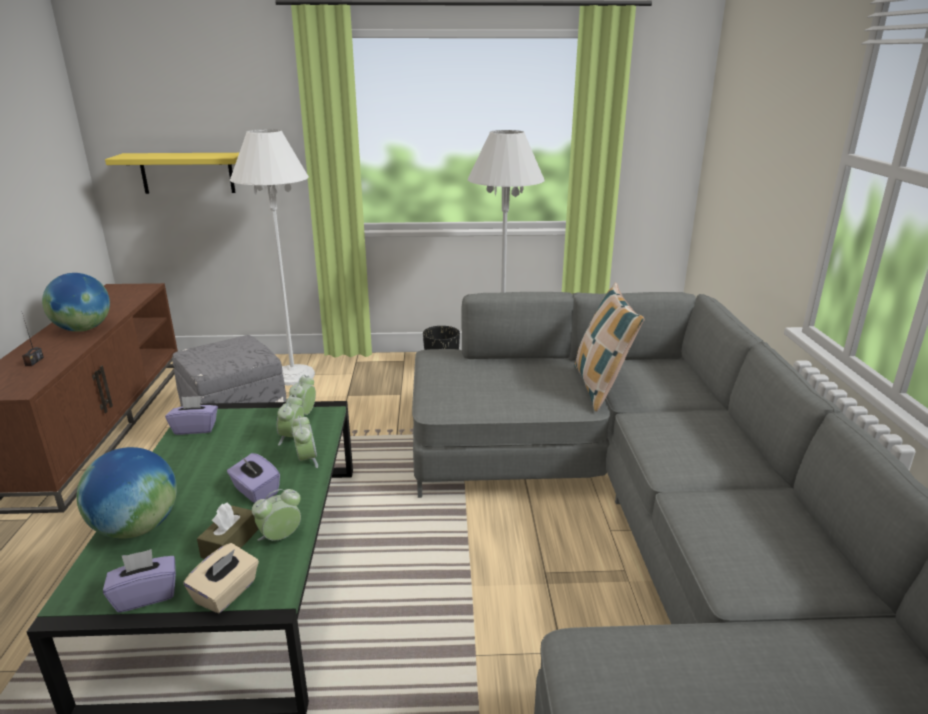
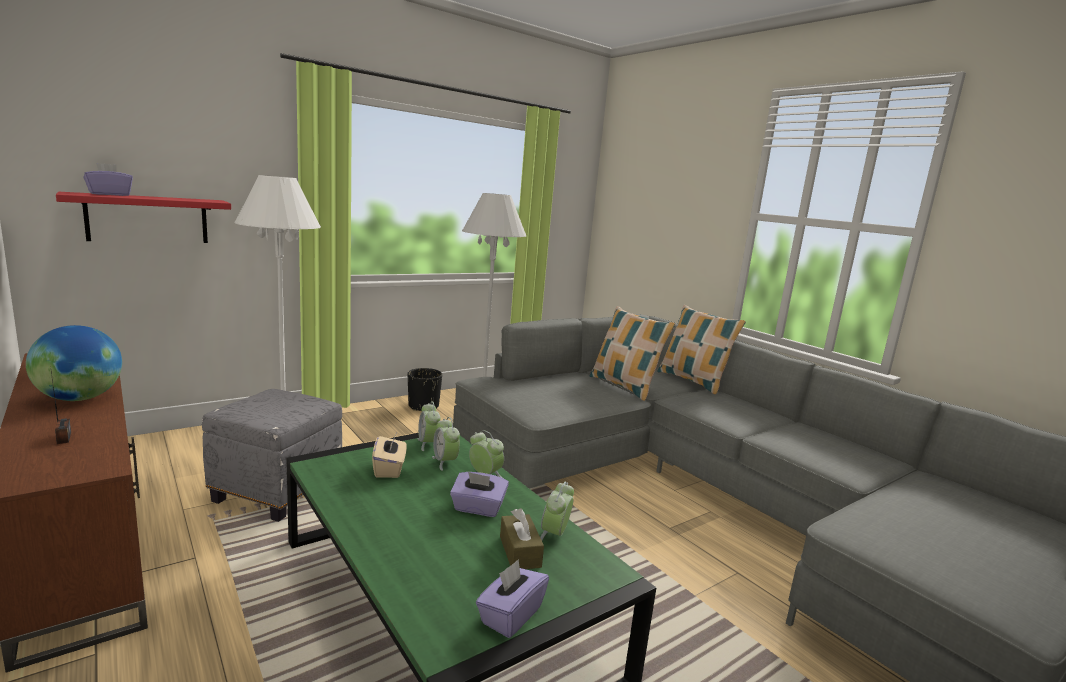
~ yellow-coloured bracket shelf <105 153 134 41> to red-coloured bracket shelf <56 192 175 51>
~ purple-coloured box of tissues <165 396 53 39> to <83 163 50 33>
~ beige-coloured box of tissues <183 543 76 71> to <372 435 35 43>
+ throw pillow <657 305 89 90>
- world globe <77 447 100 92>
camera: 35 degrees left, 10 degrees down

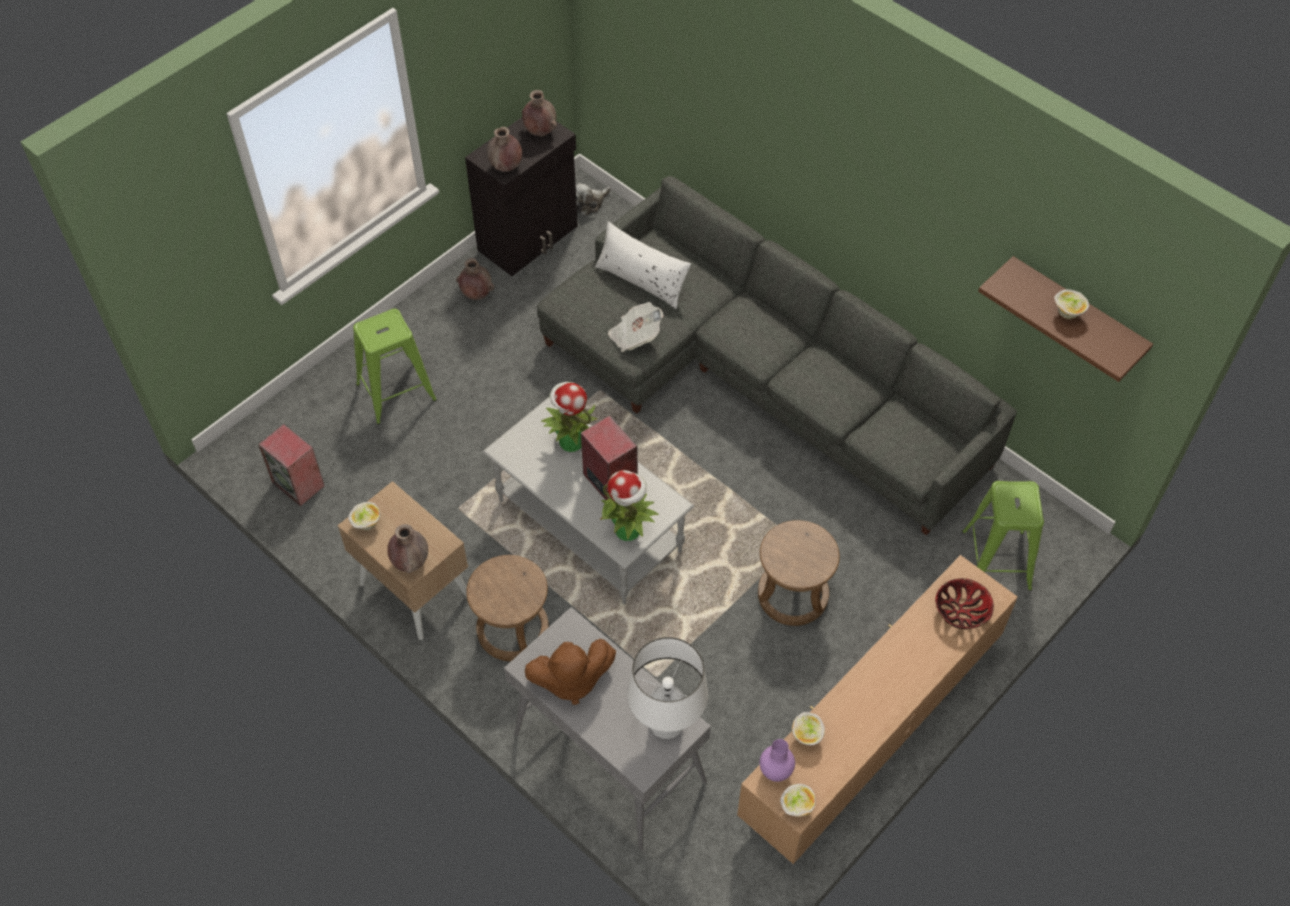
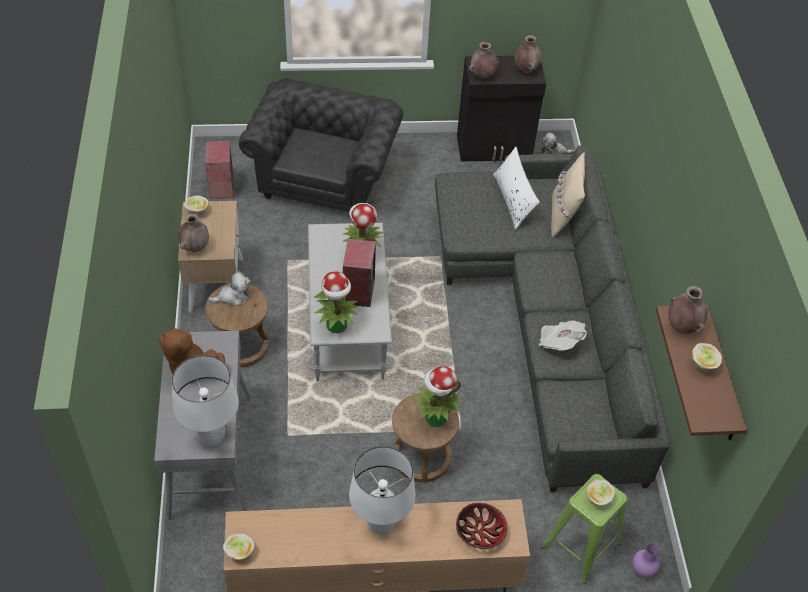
+ soft toy <208 272 42 34>
~ green-coloured sitting stool <353 309 84 116> to greyish lounge chair <239 78 165 134>
+ whitish table lamp <349 446 67 89>
+ houseplant <414 366 47 61>
~ newspaper <608 302 56 50> to <539 320 48 31>
+ beige-coloured throw pillow <551 152 34 86>
~ serving bowl <792 712 33 33> to <587 480 28 26>
~ purple-coloured decorative vase <760 739 35 43> to <632 543 28 35>
~ brownish decorative vase <456 258 38 42> to <668 286 40 48>
camera: 40 degrees right, 5 degrees down

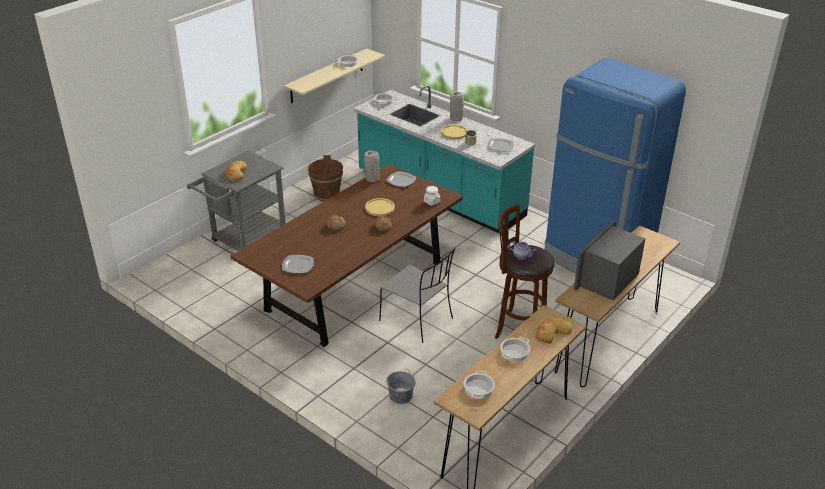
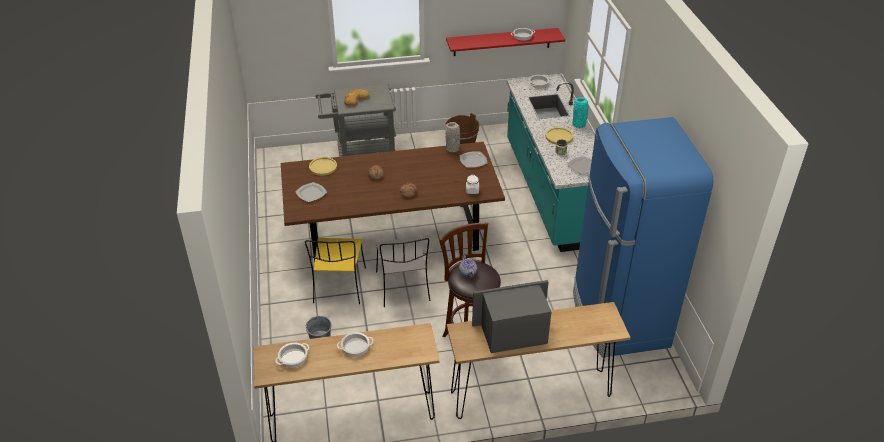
+ yellow-coloured upright chair <305 238 61 66>
~ yellow-coloured flat dish <365 198 30 18> to <309 157 28 19>
~ beige-coloured bracket shelf <284 49 101 54> to red-coloured bracket shelf <446 28 119 28>
~ greyish decorative vase <450 92 14 29> to blue-green decorative vase <573 97 15 31>
- bakery bread <535 318 38 26>
camera: 40 degrees right, 5 degrees up

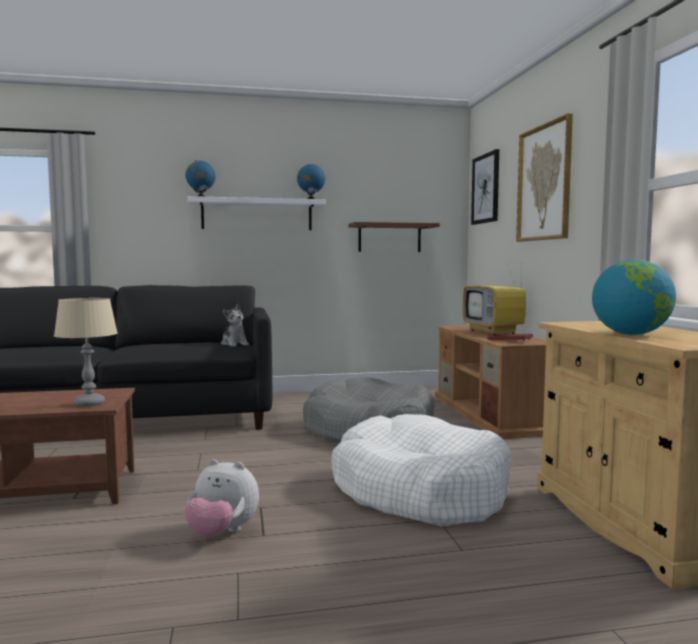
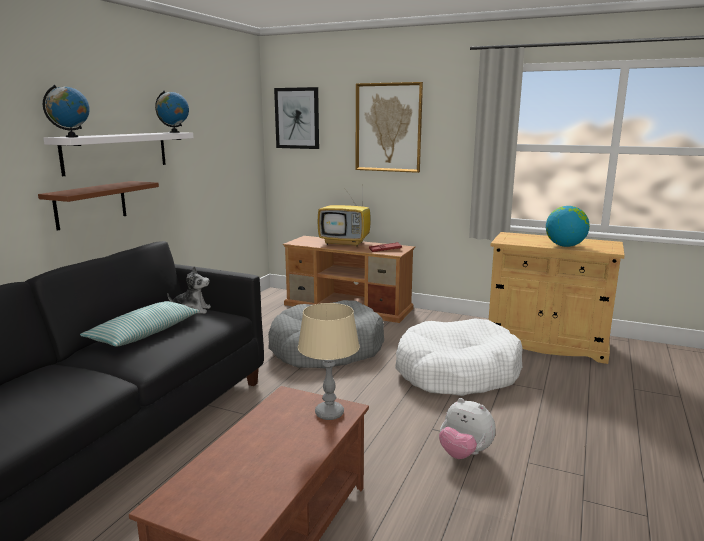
~ brownish bracket shelf <348 222 92 30> to <38 181 121 50>
+ throw pillow <80 301 120 46>
~ soft toy <185 459 74 79> = <439 398 57 61> 75 degrees clockwise
camera: 55 degrees left, 10 degrees up

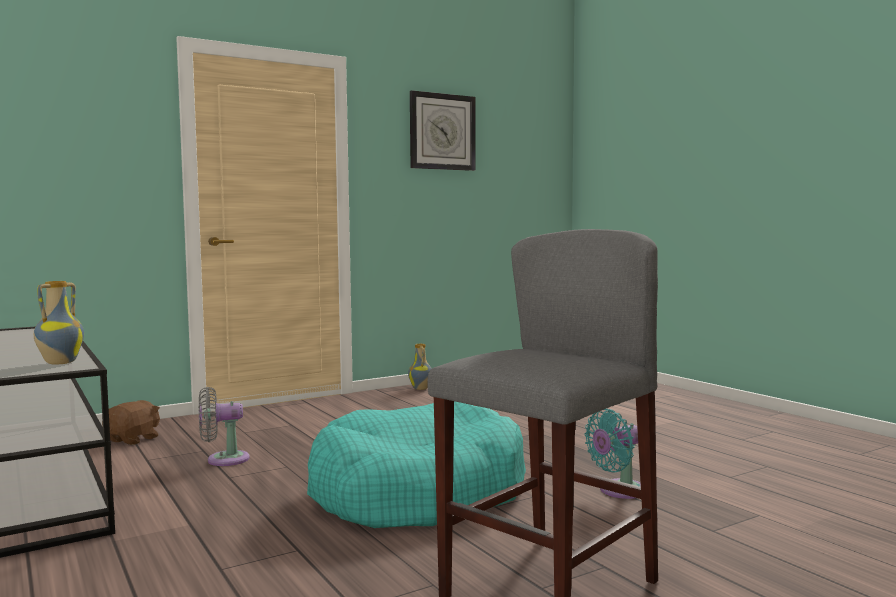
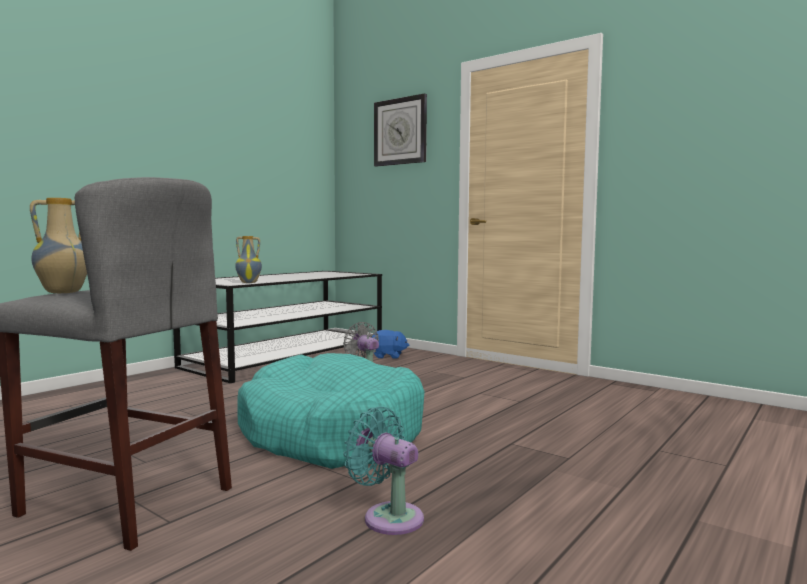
~ decorative vase <408 344 24 46> to <30 198 57 95>
~ brownish soft toy <102 400 58 45> to blue-coloured soft toy <372 330 37 29>
~ wall clock <410 90 66 81> to <374 93 53 74>
camera: 70 degrees right, 0 degrees up

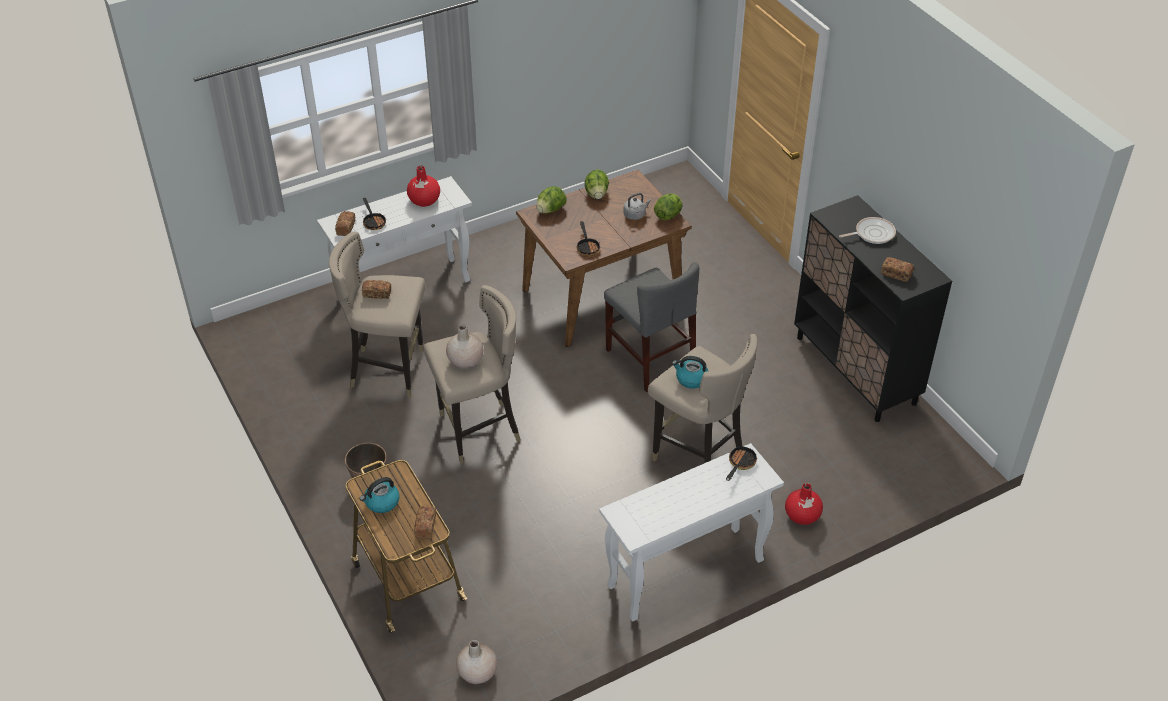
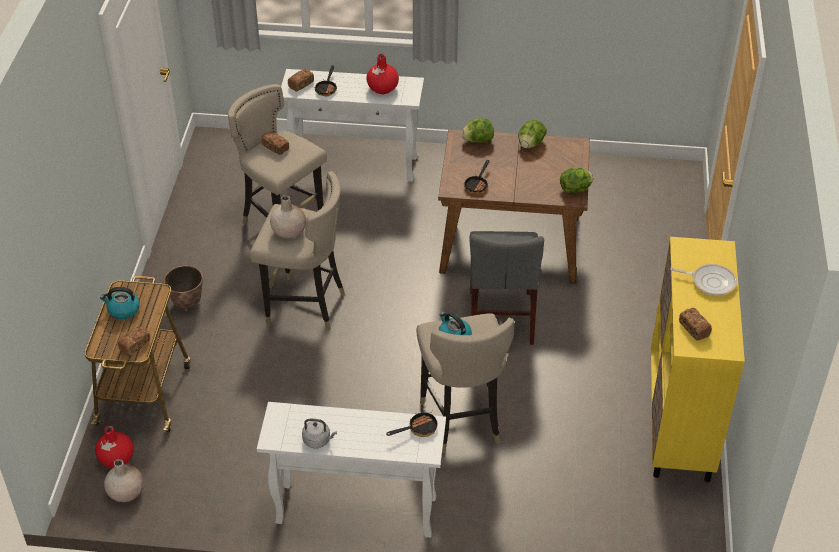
~ red-coloured decorative vase <785 483 38 42> to <95 426 39 42>
~ greyish water kettle <623 193 28 27> to <302 419 35 30>
~ blackish storage cabinet <794 195 158 227> to yellow-coloured storage cabinet <651 237 94 245>
camera: 35 degrees right, 0 degrees up

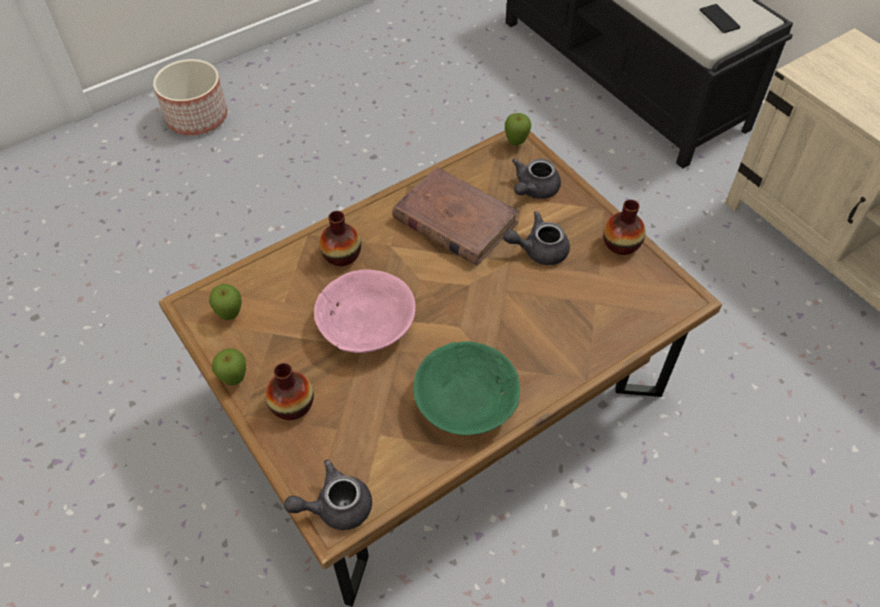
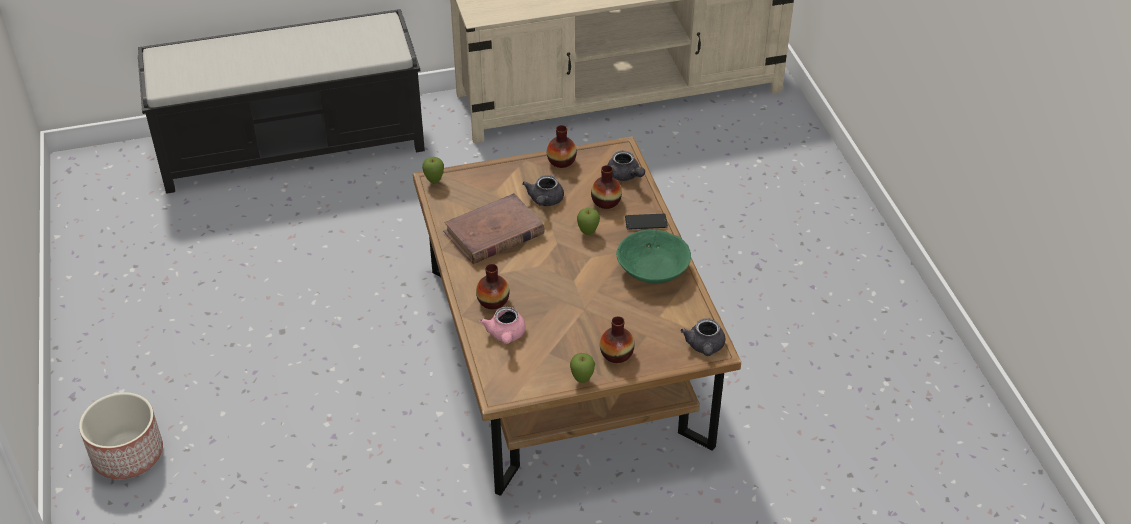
+ pink tea pot <480 307 46 37>
~ apple <209 284 33 36> to <577 208 23 27>
+ decorative vase <591 165 31 44>
~ greyish tea pot <512 158 49 41> to <607 151 38 30>
~ phone <700 4 40 29> to <625 214 43 16>
- pink serving bowl <314 269 101 84>
camera: 70 degrees left, 10 degrees down

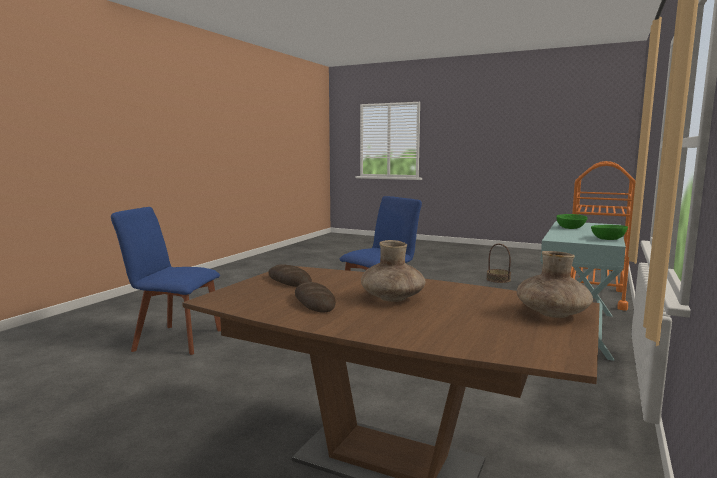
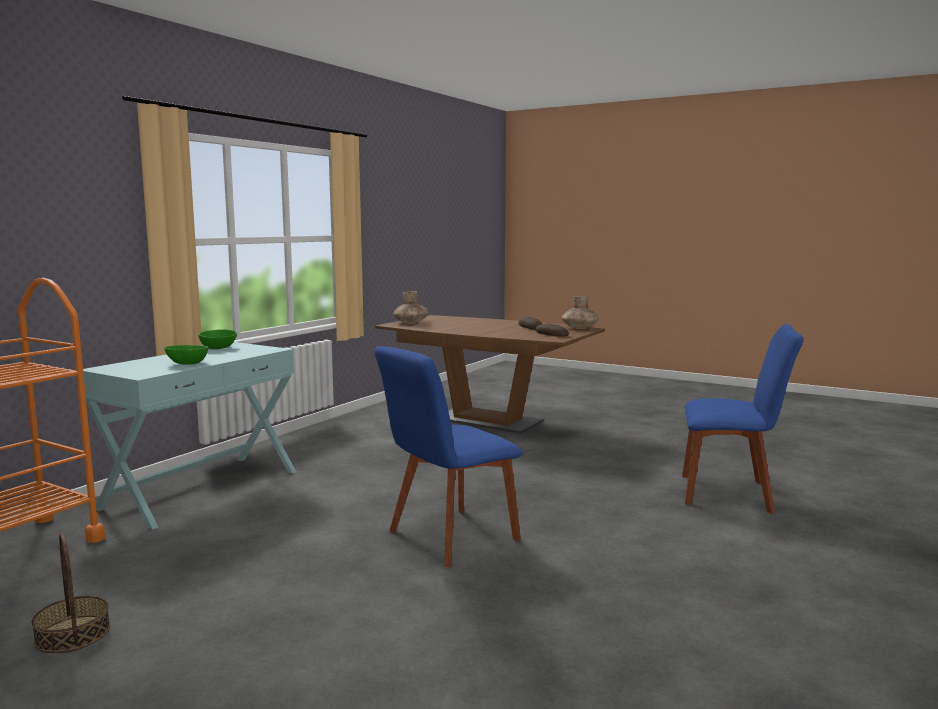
~ brownish decorative vase <361 240 64 62> to <562 296 37 33>
camera: 175 degrees left, 0 degrees up

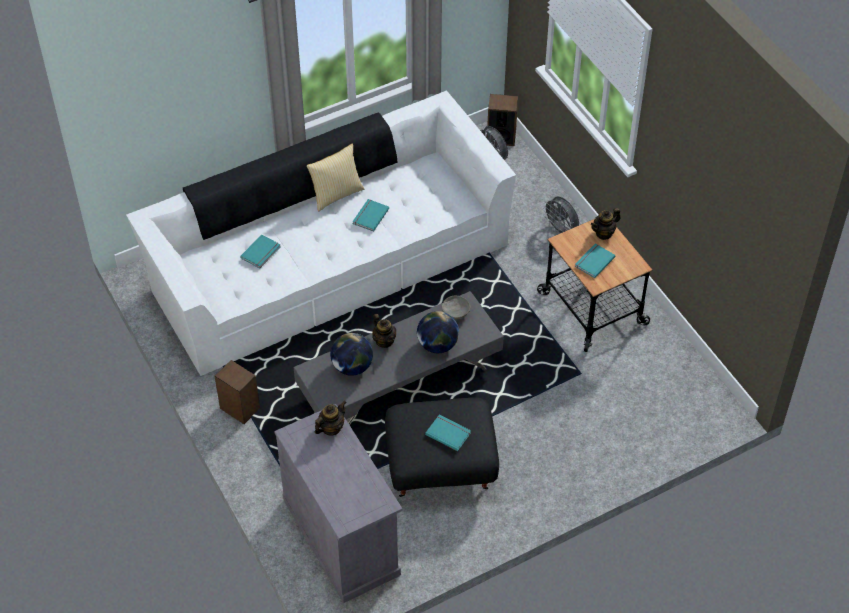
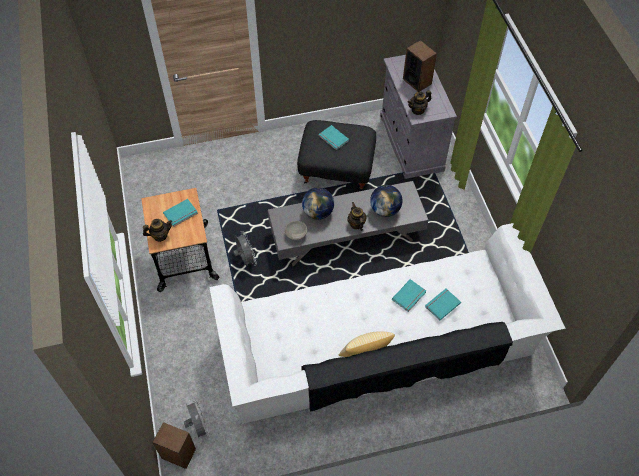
~ greyish cooling fan <542 196 37 38> to <233 231 24 35>
~ blue-green volume <352 199 37 33> to <392 279 34 33>
~ loudspeaker <215 360 45 64> to <403 40 34 52>
camera: 165 degrees left, 5 degrees up

